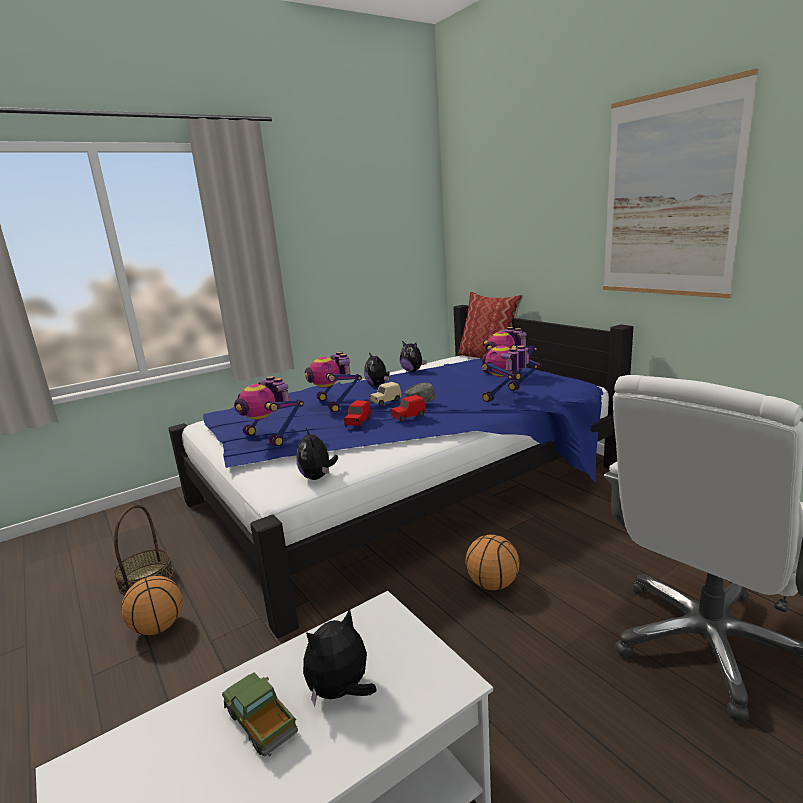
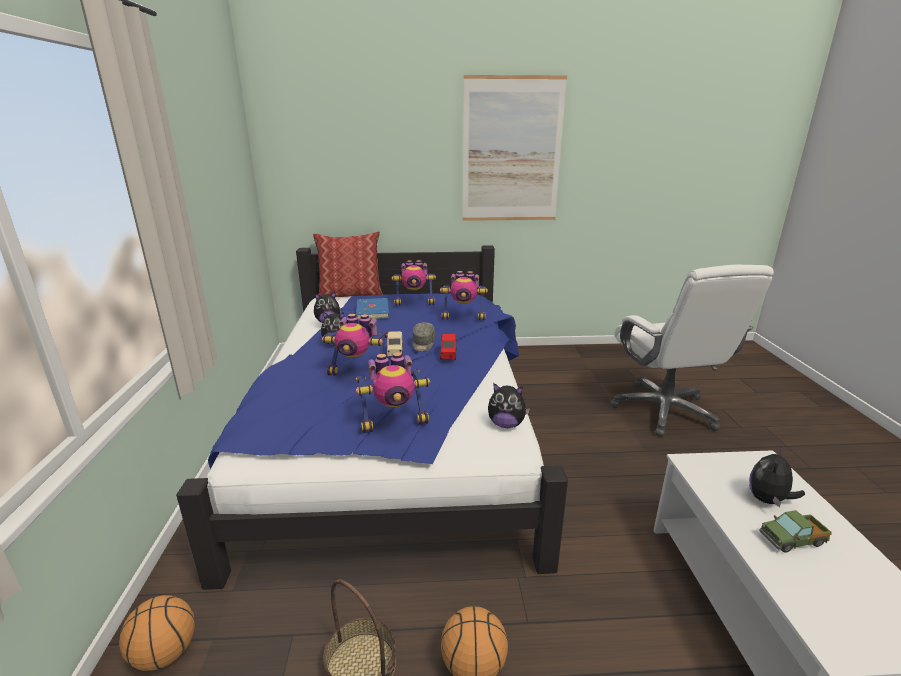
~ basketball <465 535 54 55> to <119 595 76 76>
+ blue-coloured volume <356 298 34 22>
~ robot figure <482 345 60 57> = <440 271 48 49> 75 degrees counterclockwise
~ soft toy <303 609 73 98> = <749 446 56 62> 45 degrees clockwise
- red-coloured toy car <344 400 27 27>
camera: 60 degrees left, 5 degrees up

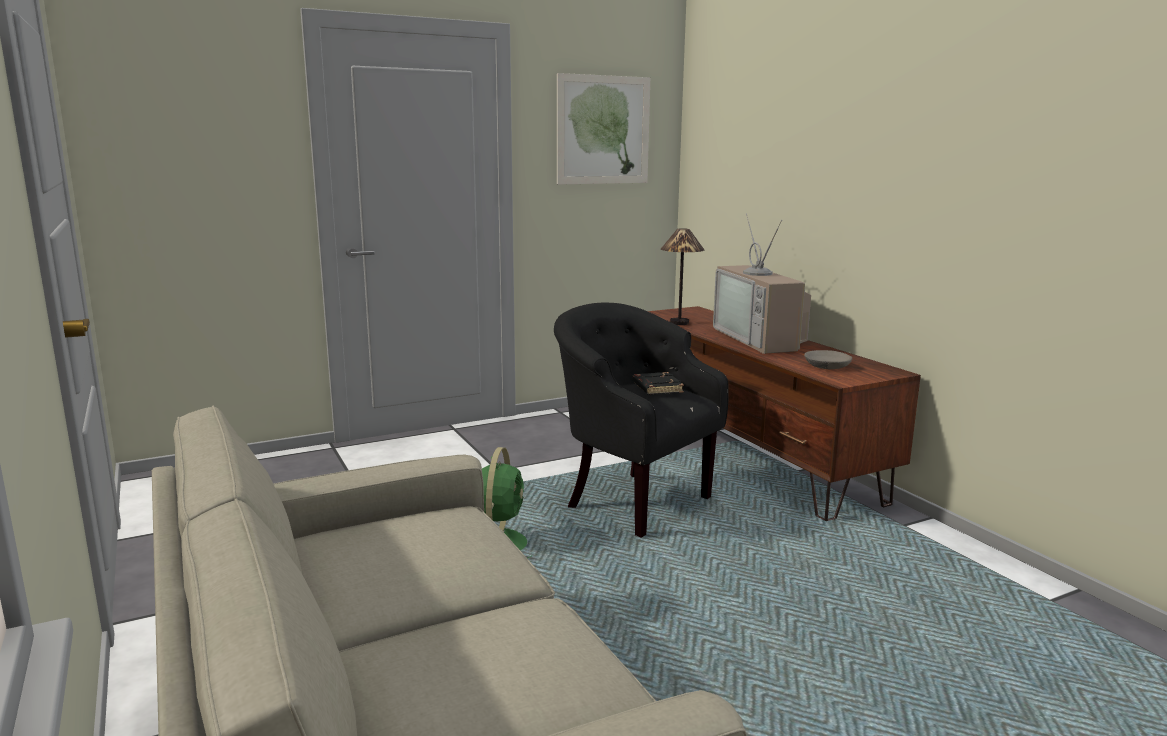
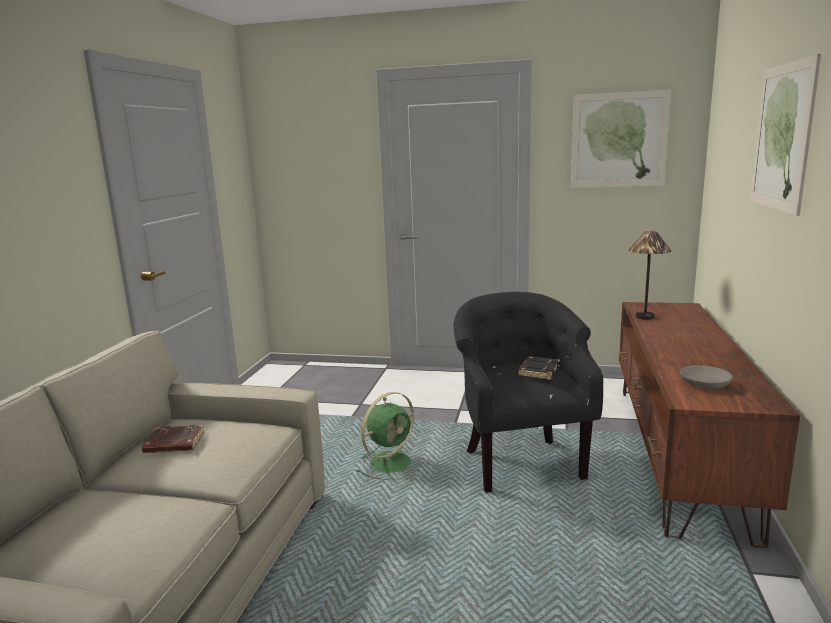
+ brownish volume <142 425 63 28>
+ picture <750 54 71 162>
- TV set <713 213 98 141>
camera: 40 degrees right, 0 degrees up

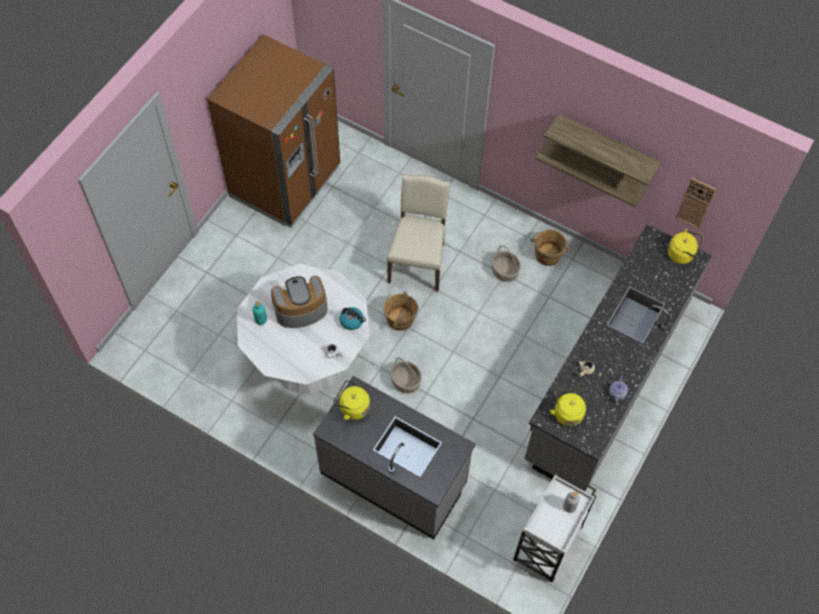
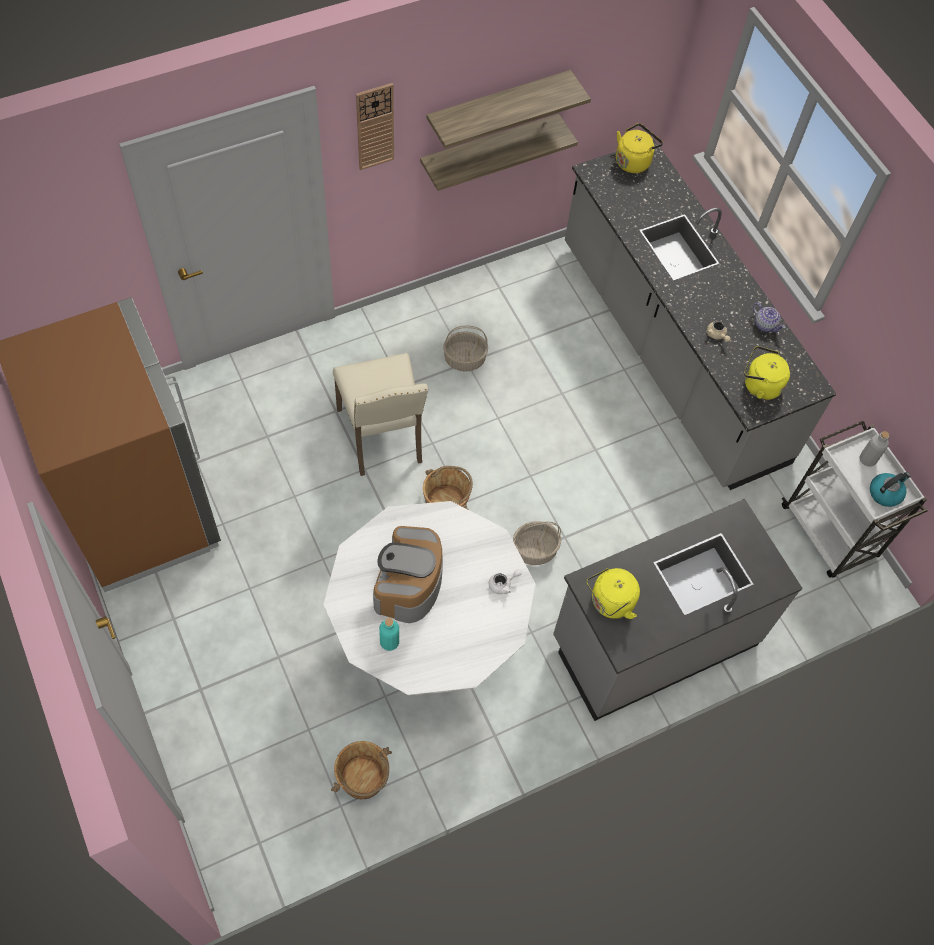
~ brownish water bucket <530 229 40 37> to <331 741 61 58>
~ beige-coloured upright chair <387 174 63 118> = <333 353 95 123> 150 degrees counterclockwise
~ wall clock <676 178 40 51> to <356 83 38 87>
~ water kettle <339 307 27 23> to <870 472 40 35>
camera: 60 degrees left, 0 degrees up

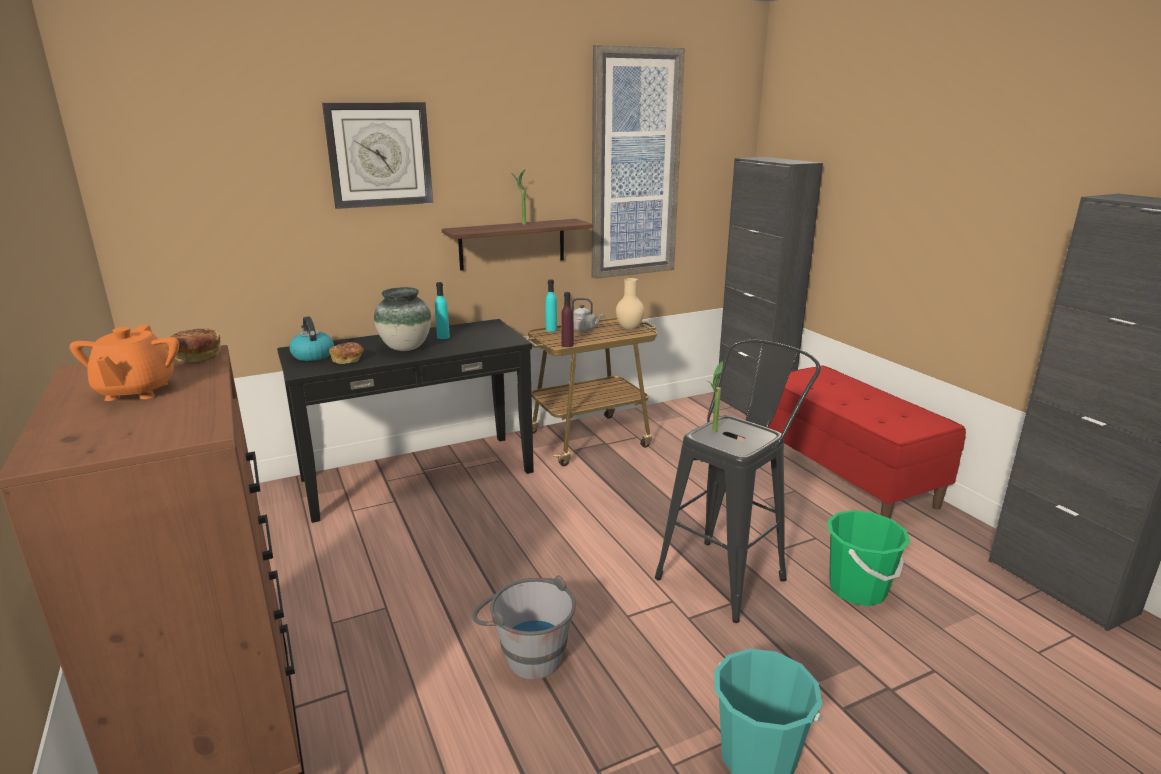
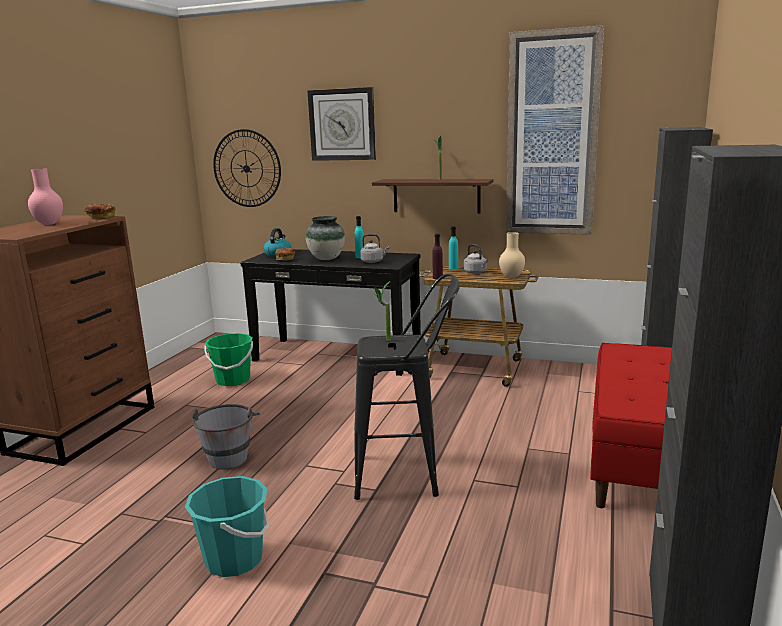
~ orange-coloured tea pot <70 325 109 76> to pink decorative vase <28 169 35 56>
~ green-coloured water bucket <827 510 83 96> to <204 333 49 53>
+ wall clock <213 129 68 78>
+ greyish water kettle <360 234 29 29>
camera: 45 degrees right, 5 degrees down

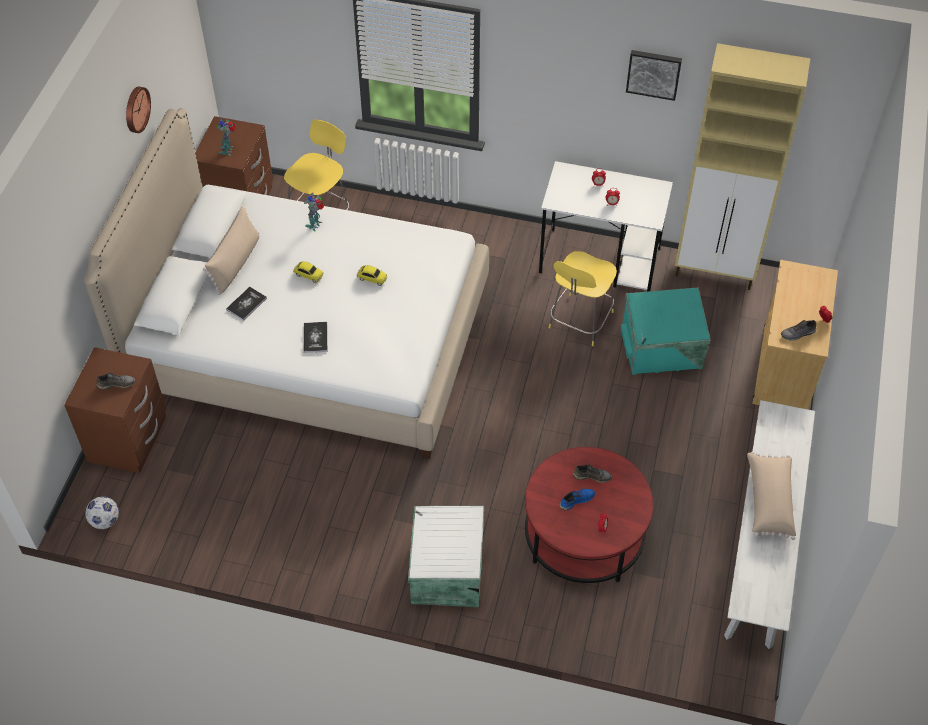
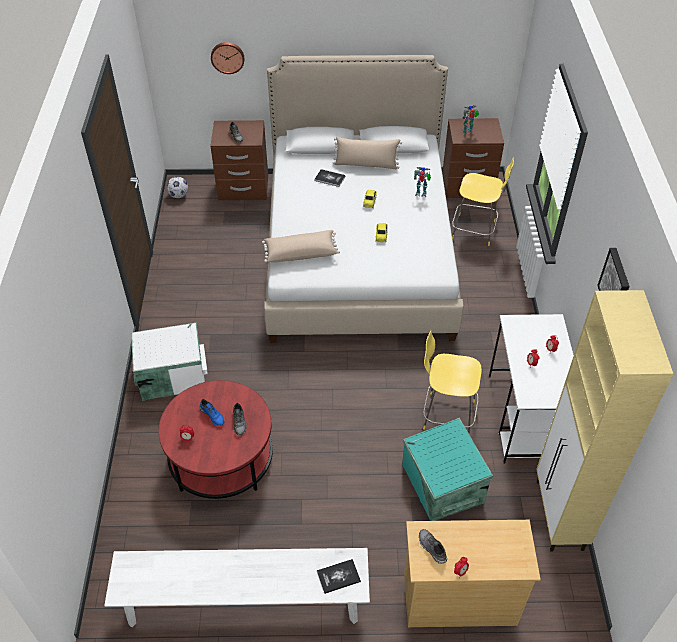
~ wall clock <126 86 25 47> to <211 42 33 32>
~ beige-coloured throw pillow <747 451 49 89> to <262 230 78 32>
~ volume <304 322 23 31> to <317 559 44 35>
camera: 75 degrees right, 5 degrees down

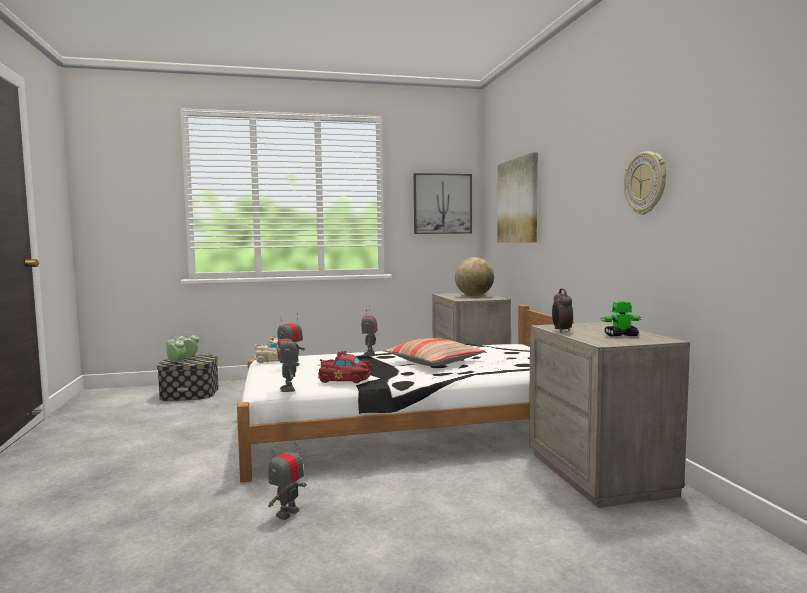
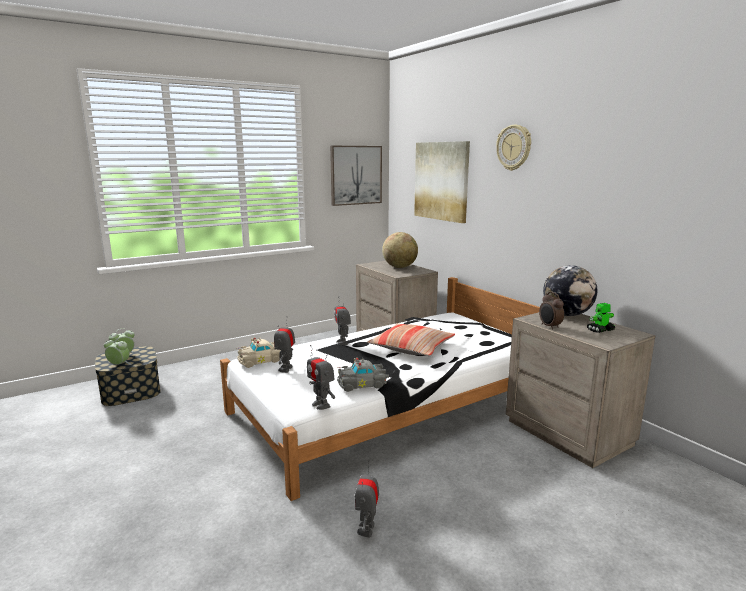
~ red-coloured toy car <317 351 56 32> to greyish toy car <337 358 52 34>
~ wall clock <624 151 42 64> to <496 125 35 46>
+ world globe <543 265 54 51>
camera: 20 degrees left, 10 degrees up

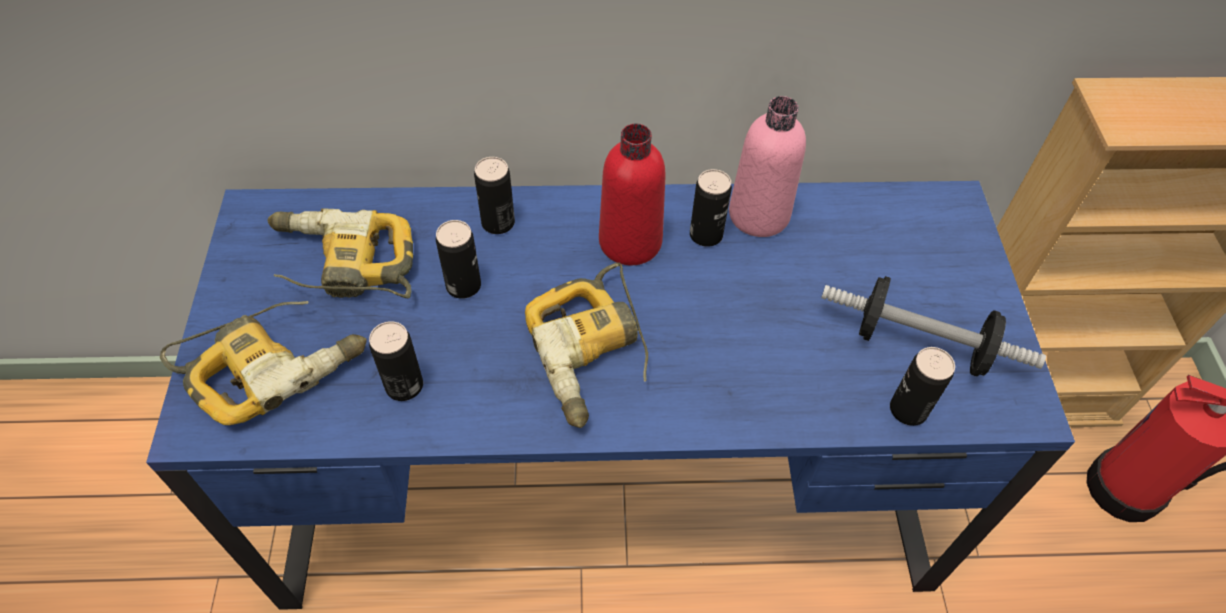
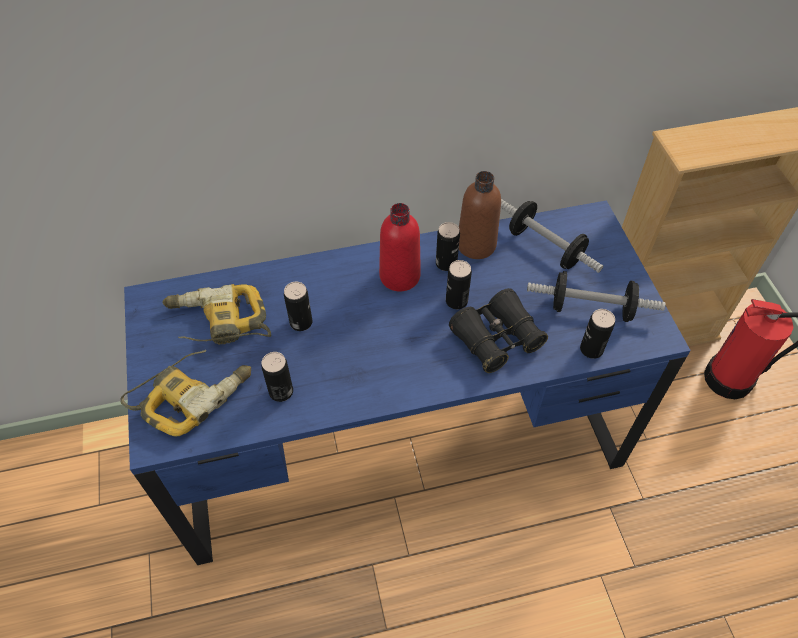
~ can <474 157 41 77> to <446 260 26 49>
+ blackish field glasses <449 288 99 85>
~ pink drink bottle <729 96 77 141> to brownish drink bottle <459 171 42 88>
+ free weight <501 199 102 74>
- drill <525 263 123 165>
camera: 10 degrees left, 0 degrees up

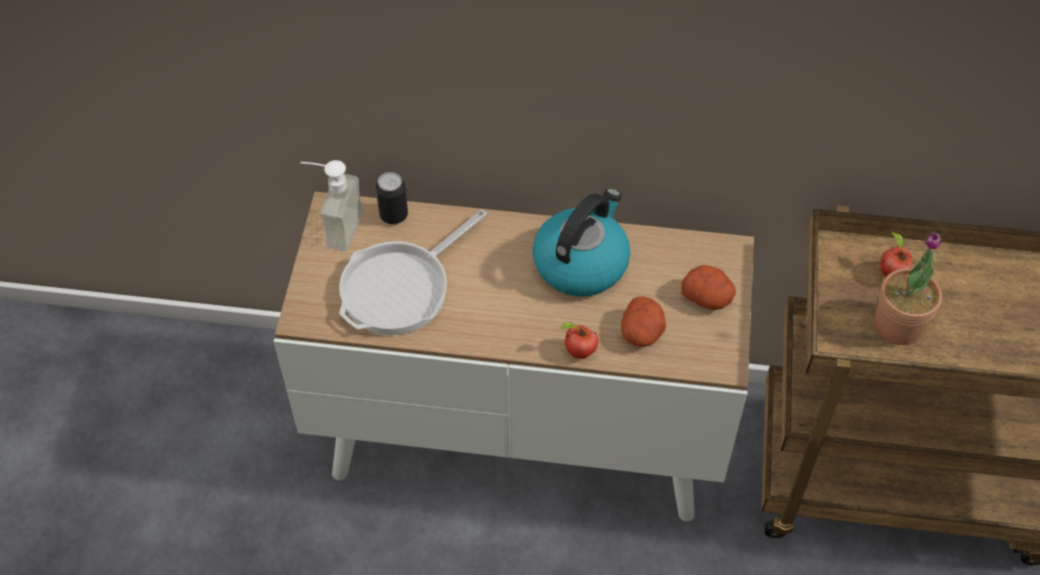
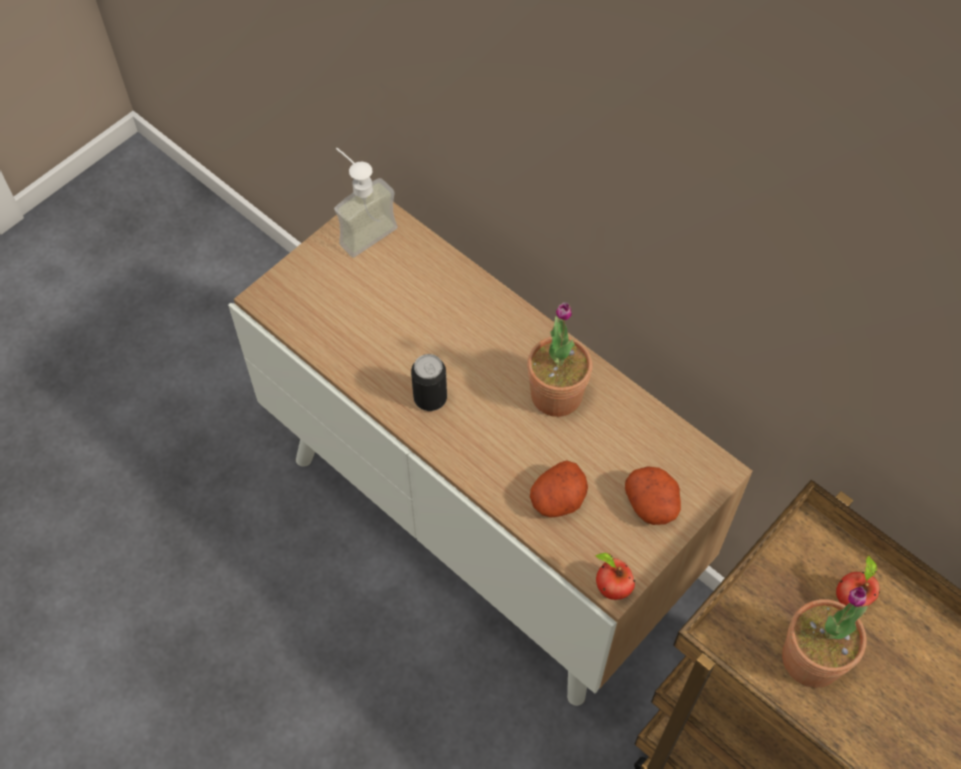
~ can <376 172 32 53> to <411 354 36 57>
~ water kettle <533 188 97 109> to houseplant <527 302 65 115>
~ apple <560 322 38 37> to <595 553 40 47>
- frying pan <339 209 148 126>
camera: 35 degrees right, 5 degrees up

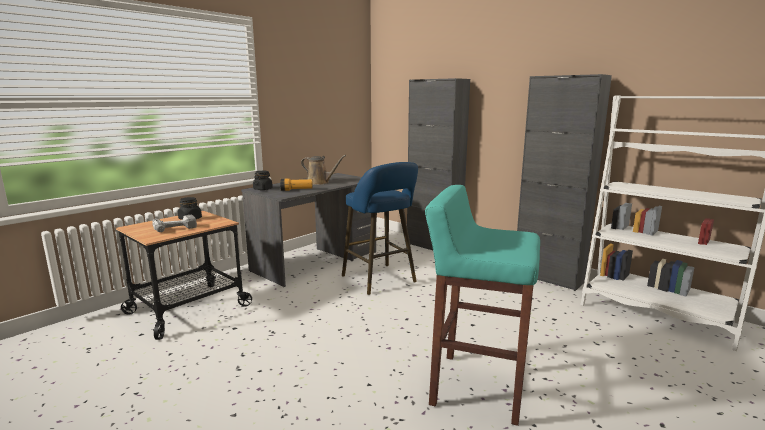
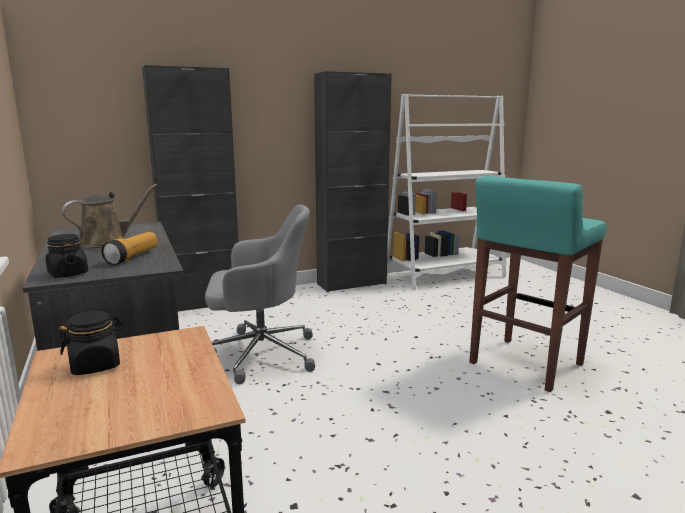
~ blue-coloured sitting stool <342 162 76 133> to greyish computer chair <205 205 110 179>
- drill <152 215 45 17>
camera: 65 degrees left, 0 degrees up

